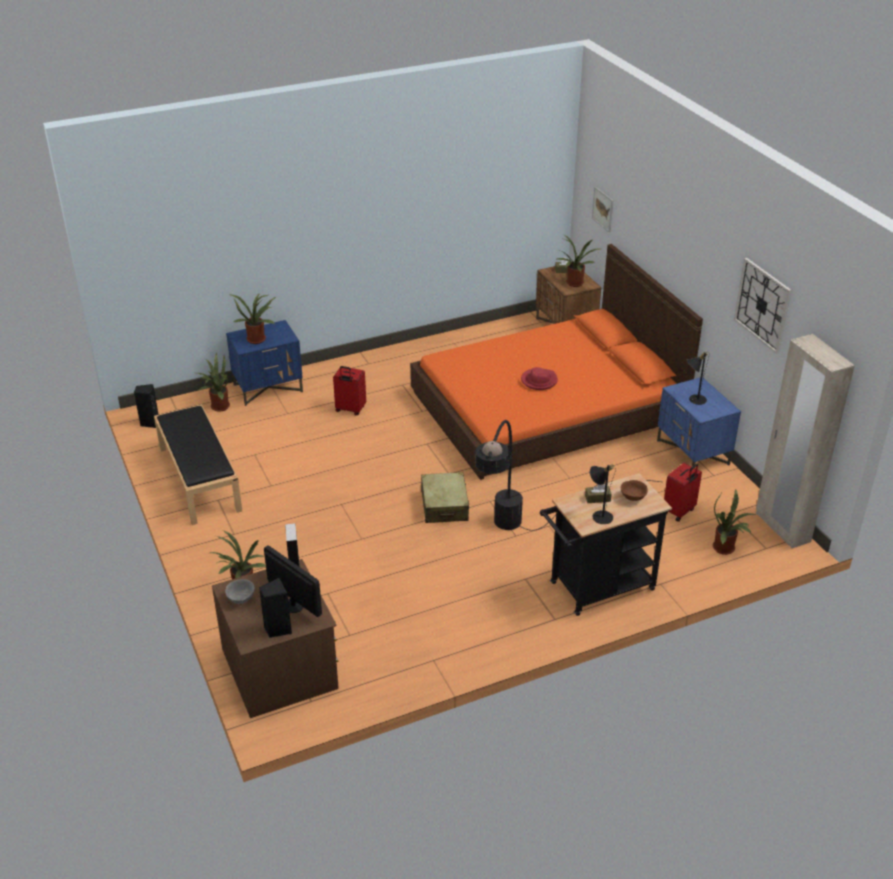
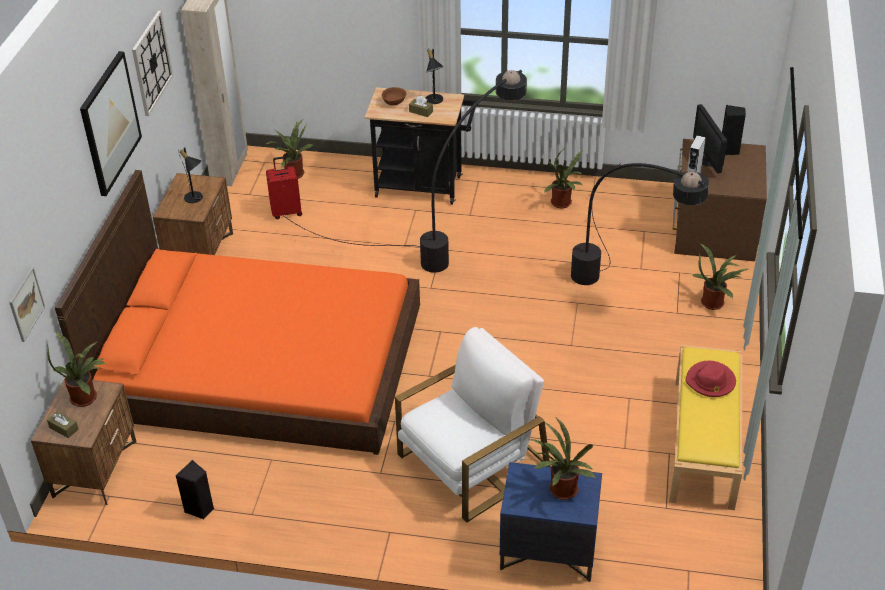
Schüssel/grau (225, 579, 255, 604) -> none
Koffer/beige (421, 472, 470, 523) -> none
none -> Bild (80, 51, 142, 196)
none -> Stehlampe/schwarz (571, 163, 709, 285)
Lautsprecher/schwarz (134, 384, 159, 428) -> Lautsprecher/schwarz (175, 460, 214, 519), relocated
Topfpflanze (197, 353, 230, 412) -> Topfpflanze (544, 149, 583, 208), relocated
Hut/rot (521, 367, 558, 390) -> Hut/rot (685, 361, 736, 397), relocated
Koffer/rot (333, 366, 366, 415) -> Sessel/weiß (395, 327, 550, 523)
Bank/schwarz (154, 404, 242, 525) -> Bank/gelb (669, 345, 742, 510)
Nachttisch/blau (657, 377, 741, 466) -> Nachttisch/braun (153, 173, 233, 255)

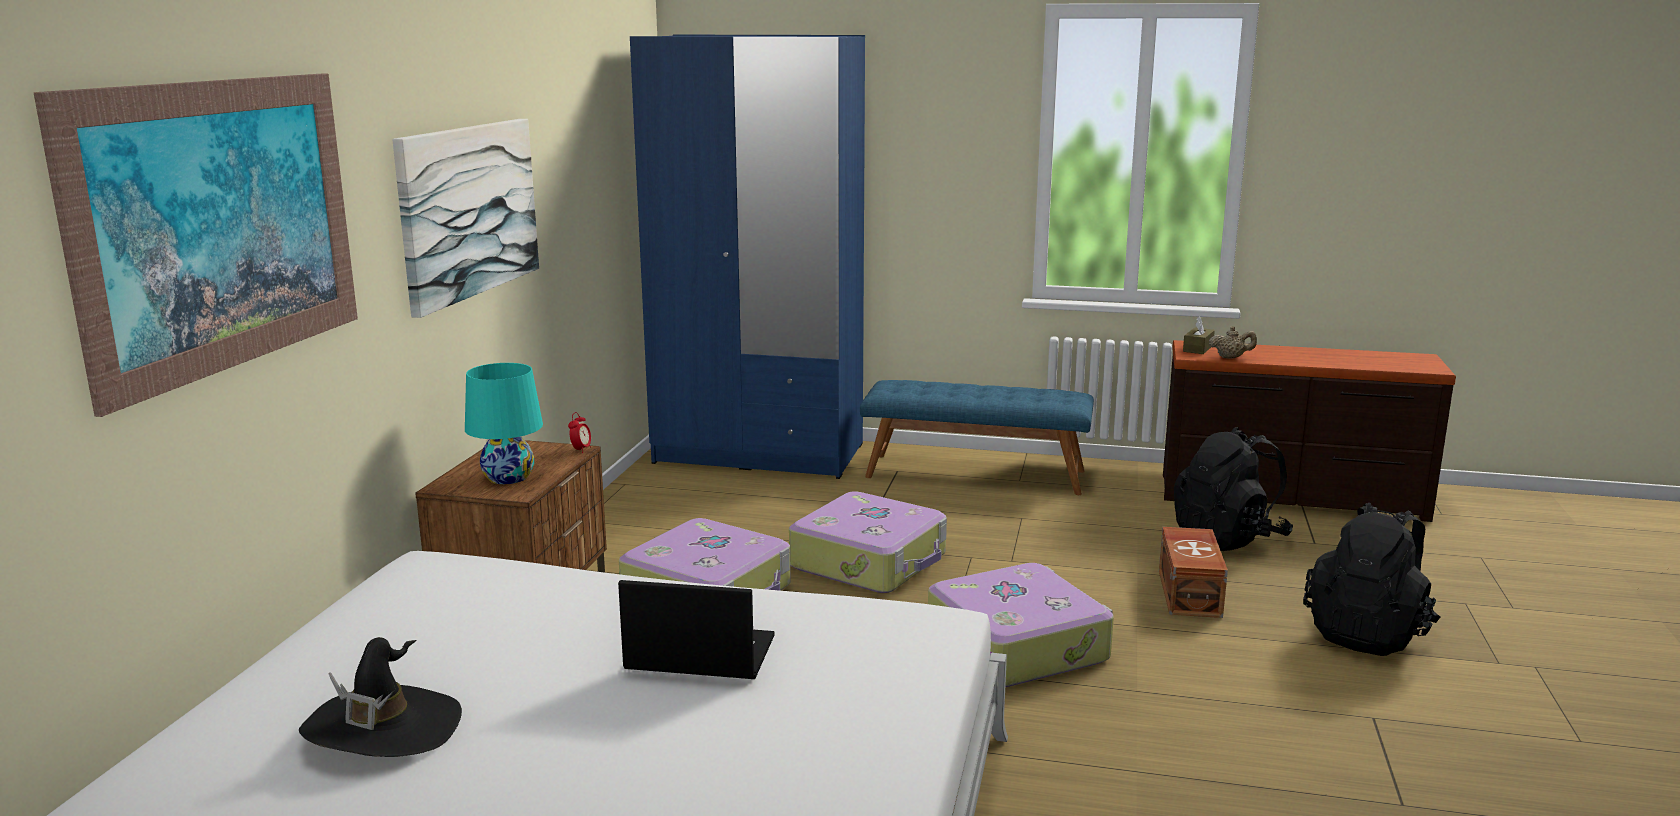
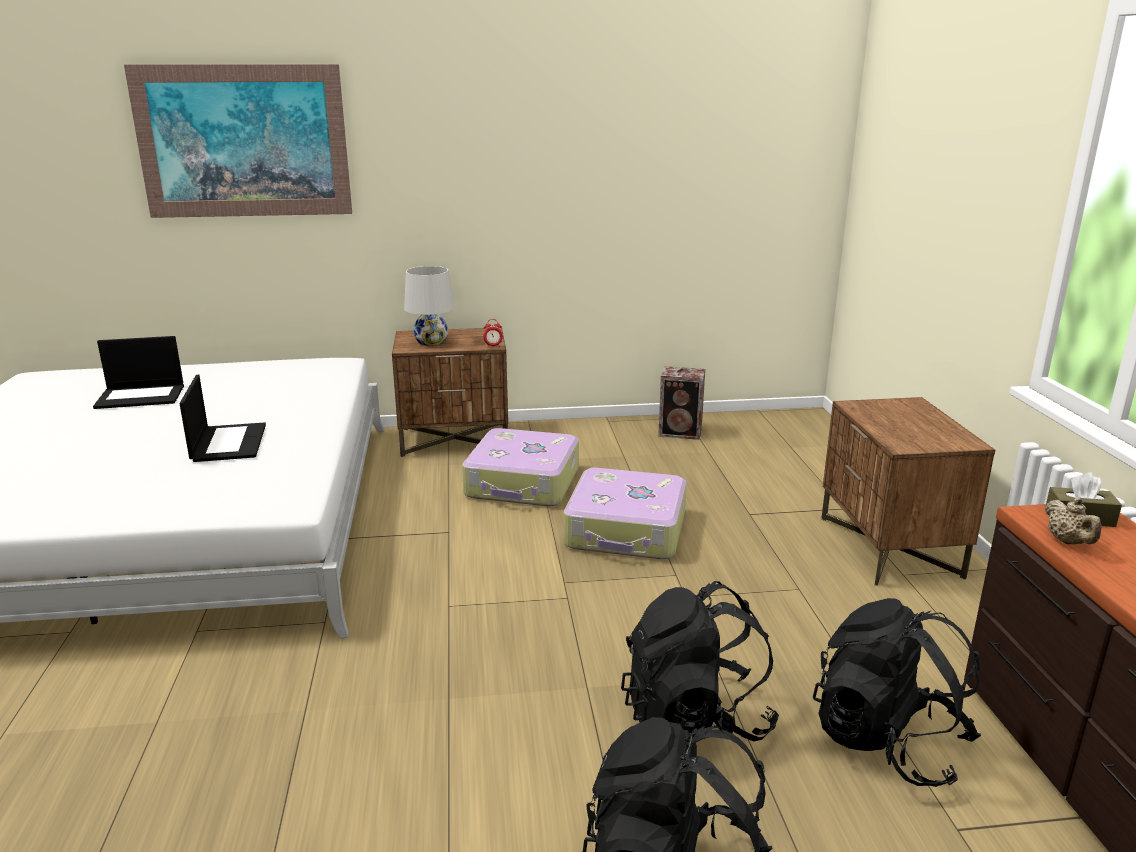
Bild (392, 119, 539, 318) -> none
Kleiderschrank/blau (630, 35, 865, 479) -> none
Koffer (928, 563, 1114, 687) -> none
none -> Lautsprecher (658, 366, 705, 440)
Hut/schwarz (299, 637, 462, 757) -> Laptop (93, 336, 184, 409)
Bank/blau (860, 380, 1094, 495) -> Nachttisch/braun (821, 397, 995, 586)
Aufbewahrungsbox/braun (1159, 527, 1228, 618) -> Rucksack/schwarz (621, 581, 779, 741)
Tischlampe/türkis (465, 363, 543, 484) -> Tischlampe/weiß (404, 266, 454, 346)

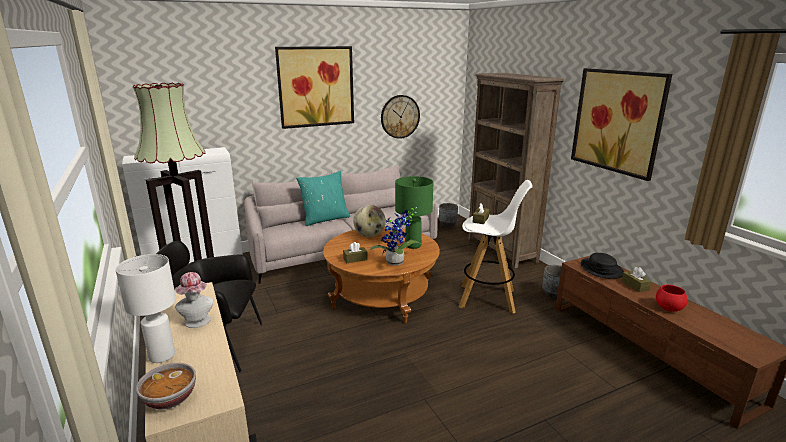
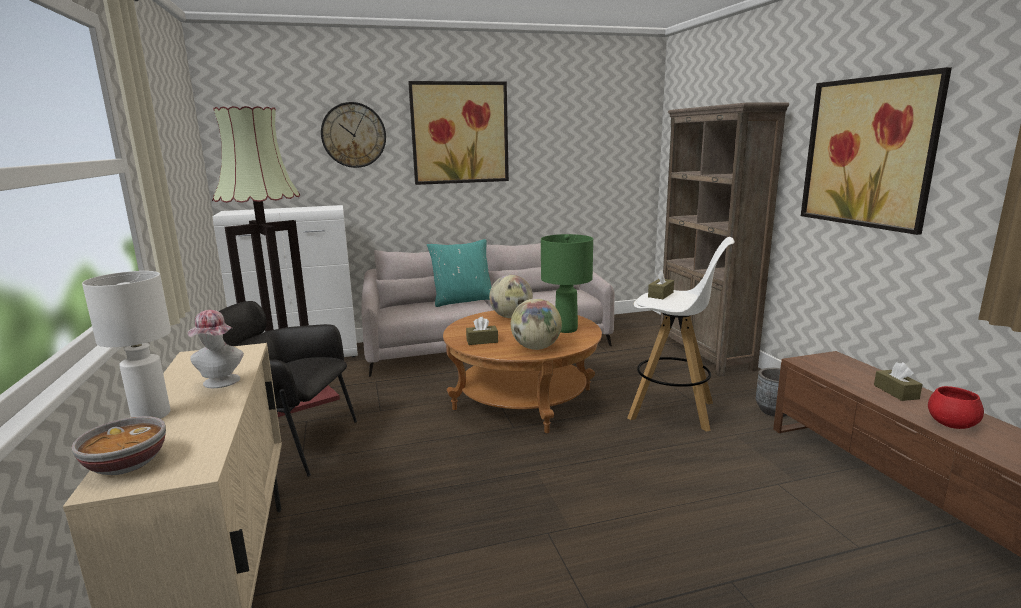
Pflanzkübel/grau (439, 203, 458, 227) -> none
Hut/schwarz (581, 253, 624, 279) -> none
Wanduhr (381, 95, 420, 139) -> Wanduhr (321, 102, 386, 168), relocated
Topfpflanze (370, 207, 420, 266) -> Globus (511, 299, 562, 350)

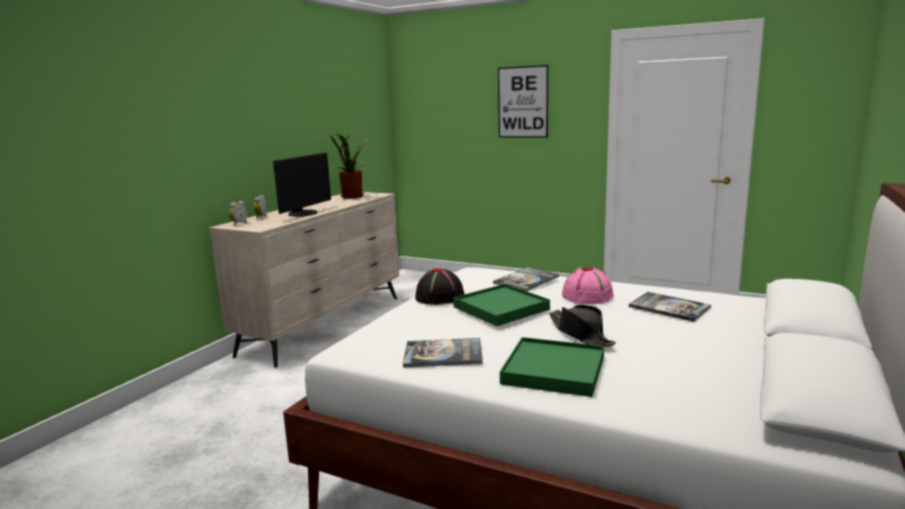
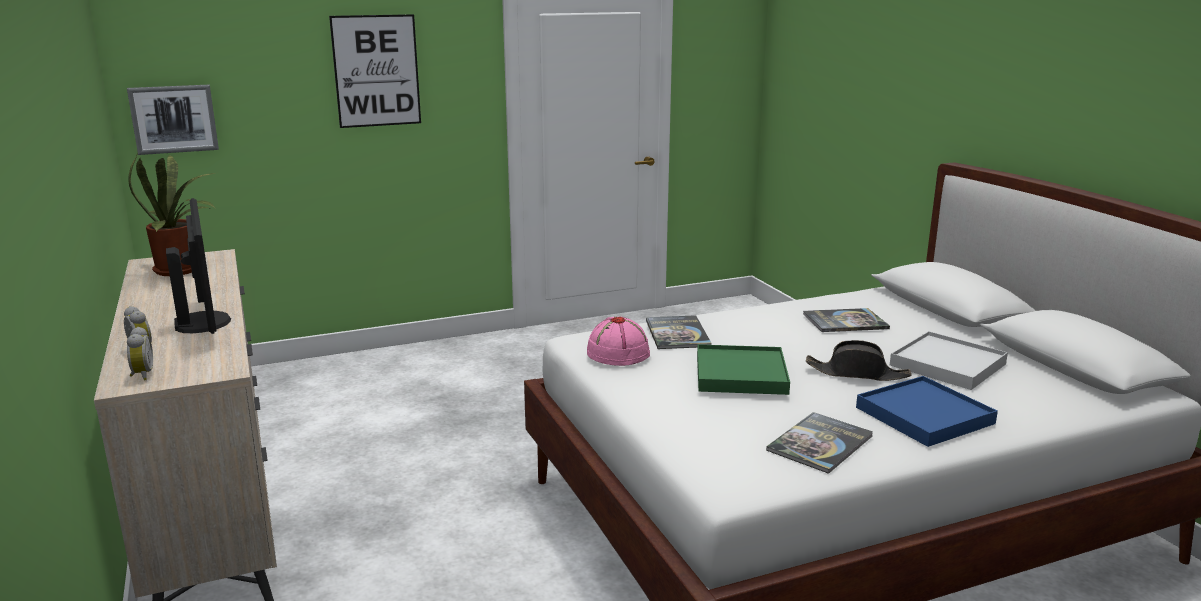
Hut/schwarz (415, 268, 464, 305) -> none
none -> Bild (127, 85, 219, 155)
none -> Tablett/weiß (890, 331, 1008, 390)
Hut/rosa (562, 267, 614, 304) -> Hut/rosa (587, 317, 650, 366), relocated
Tablett/grün (500, 337, 604, 397) -> Tablett/blau (856, 376, 998, 447)

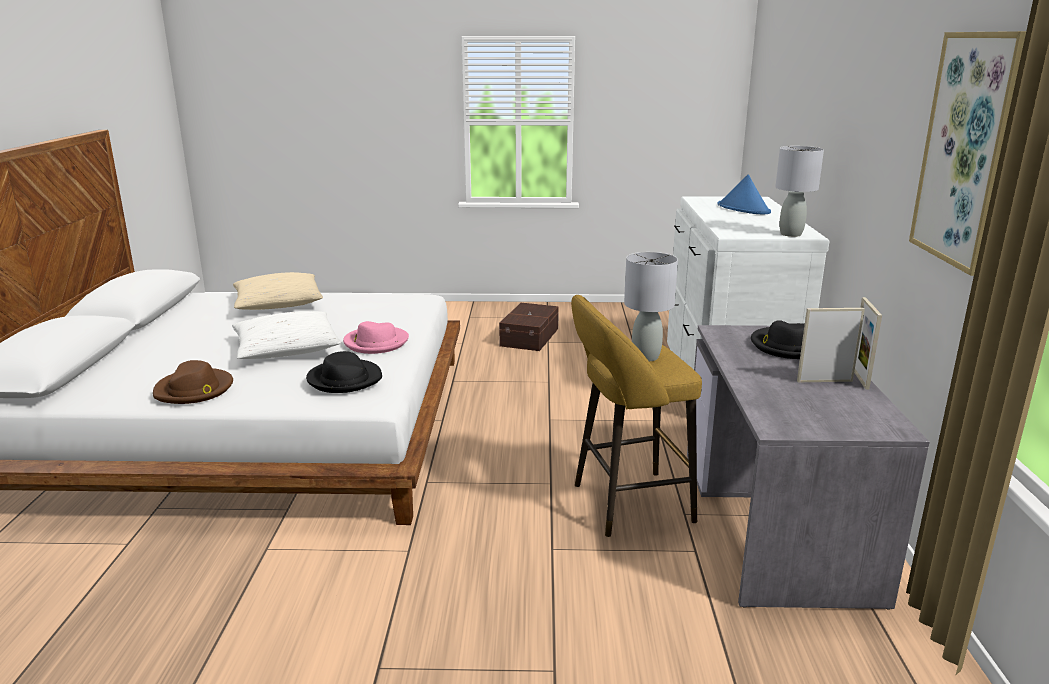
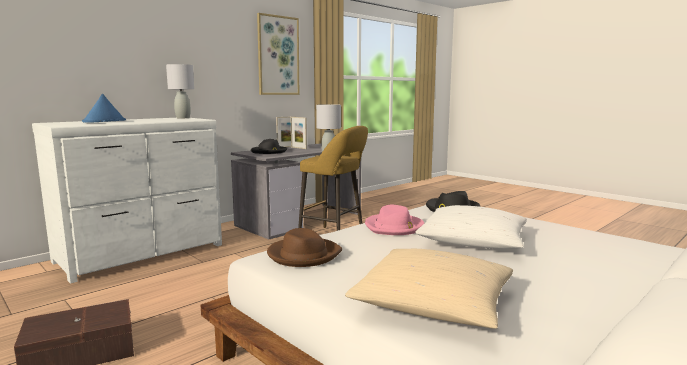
Hut/braun (153, 360, 233, 404) -> Hut/braun (267, 228, 342, 267), relocated

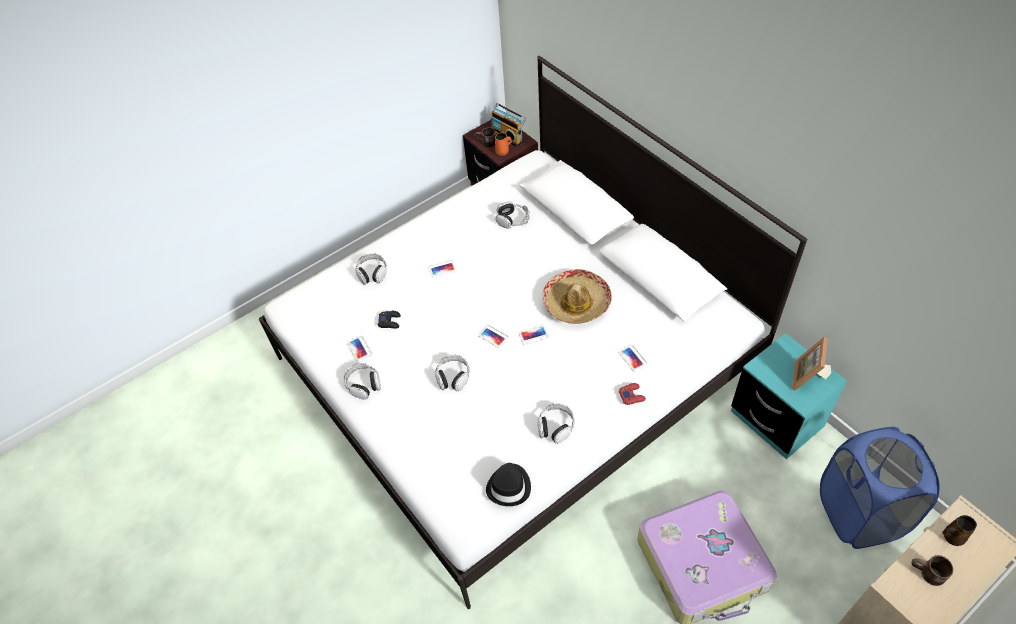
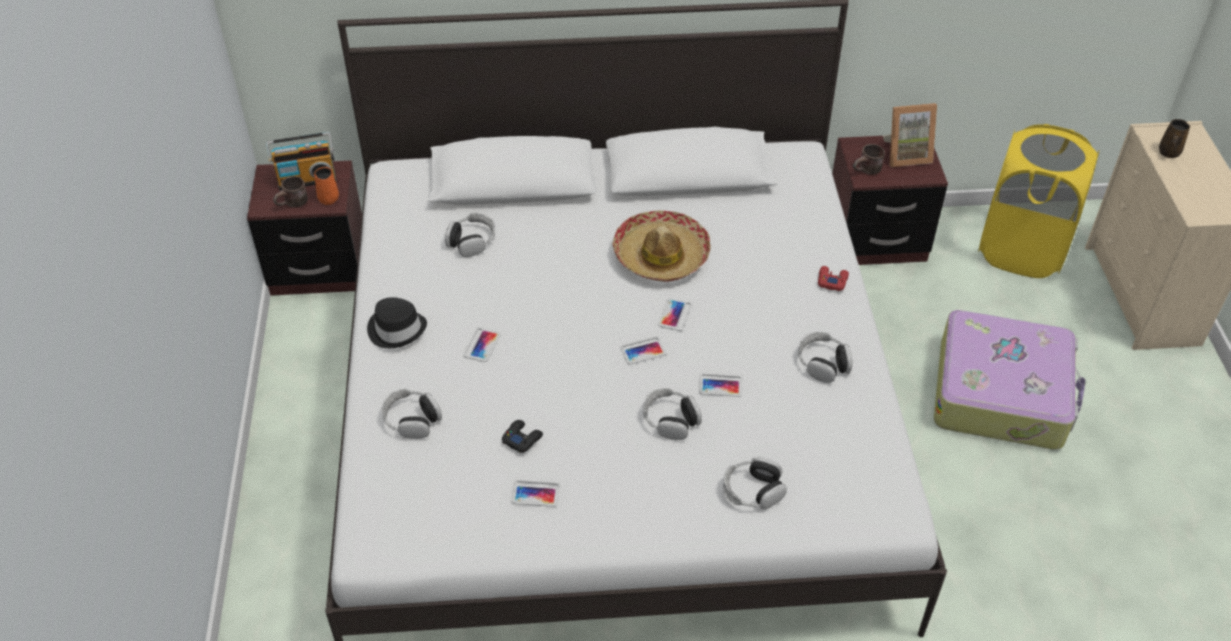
Kopfhörer (344, 363, 381, 400) -> Kopfhörer (723, 457, 787, 509), relocated
Hut/schwarz (486, 463, 531, 506) -> Hut/schwarz (367, 297, 427, 348), relocated
Handy (618, 344, 648, 371) -> Handy (699, 373, 742, 397), relocated
Henkelbecher/braun (911, 555, 953, 586) -> Henkelbecher/braun (853, 144, 885, 175), relocated
Nachttisch/türkis (731, 333, 847, 460) -> Nachttisch/braun (832, 136, 948, 265)
Wäschekorb/blau (820, 427, 940, 549) -> Wäschekorb/gelb (978, 124, 1099, 278)
Bilderrahmen (792, 337, 831, 391) -> Bilderrahmen (883, 103, 937, 167), 60 degrees counterclockwise

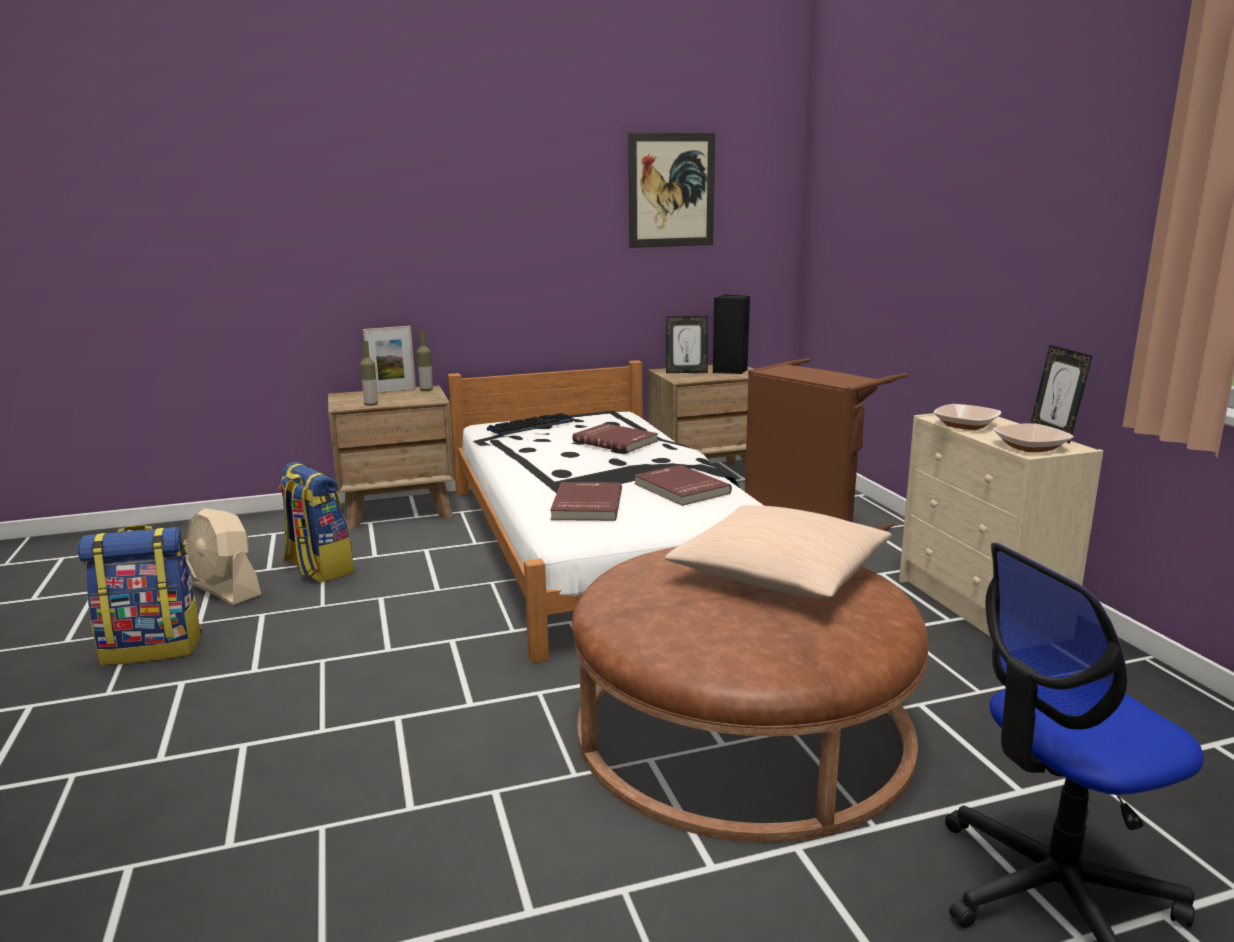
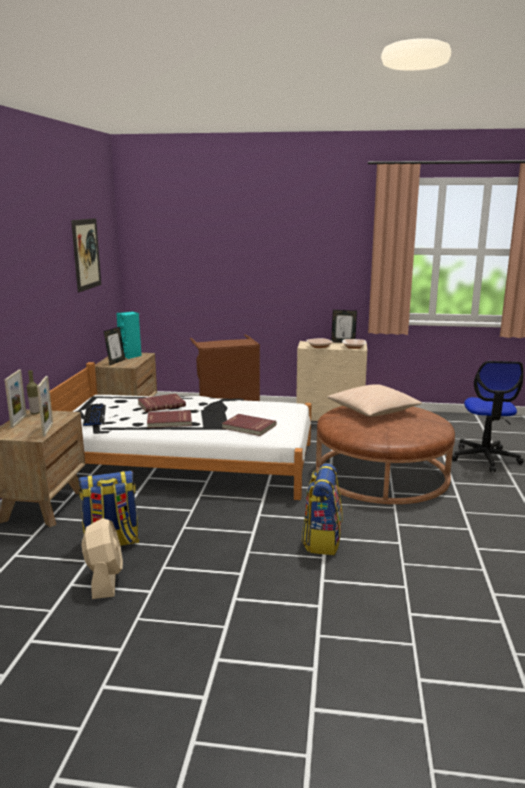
Rucksack (77, 525, 202, 665) -> Rucksack (302, 463, 343, 555), relocated
Buch/rot (634, 465, 732, 506) -> Buch/rot (147, 410, 192, 428), relocated
Flasche (360, 341, 378, 406) -> Bilderrahmen (37, 376, 53, 437)
Lautsprecher/schwarz (713, 294, 750, 374) -> Lautsprecher/türkis (116, 311, 142, 359)
Ventilator/beige (184, 508, 261, 605) -> Ventilator/beige (82, 518, 123, 599), 75 degrees counterclockwise

